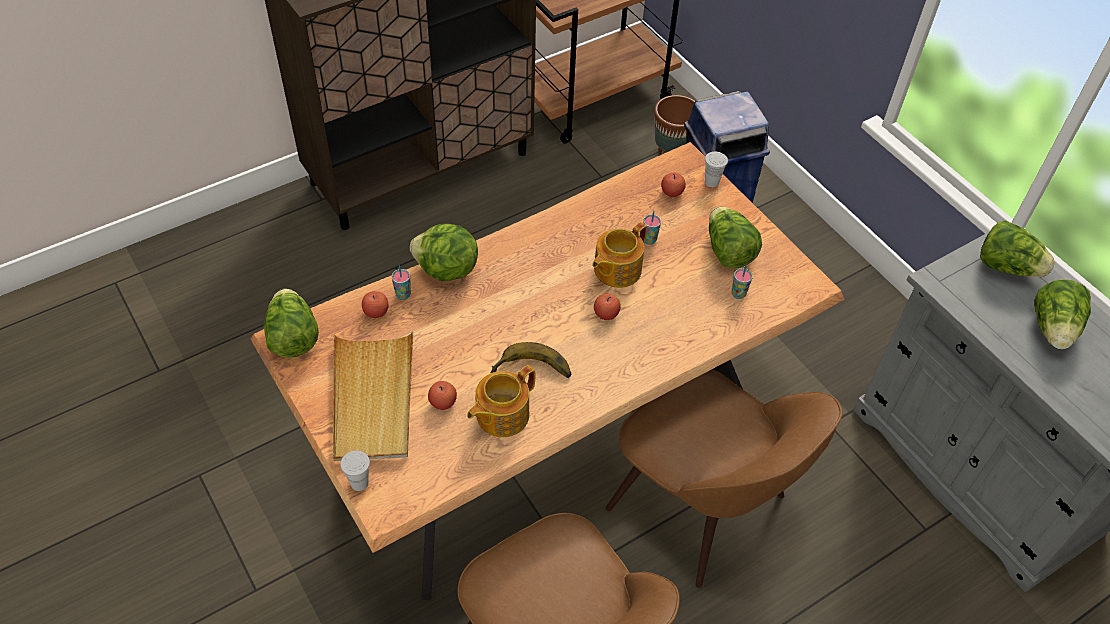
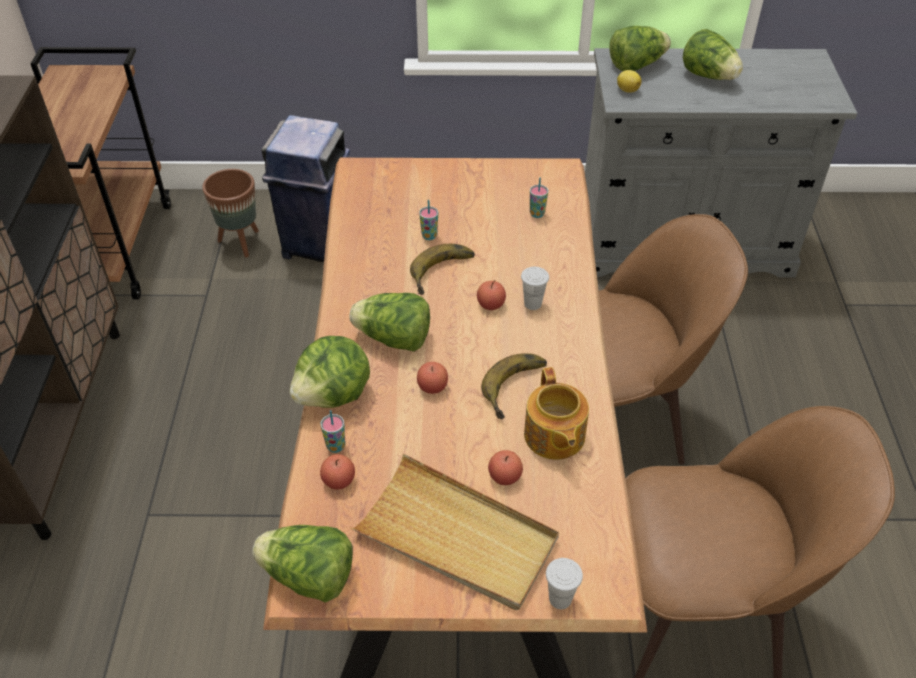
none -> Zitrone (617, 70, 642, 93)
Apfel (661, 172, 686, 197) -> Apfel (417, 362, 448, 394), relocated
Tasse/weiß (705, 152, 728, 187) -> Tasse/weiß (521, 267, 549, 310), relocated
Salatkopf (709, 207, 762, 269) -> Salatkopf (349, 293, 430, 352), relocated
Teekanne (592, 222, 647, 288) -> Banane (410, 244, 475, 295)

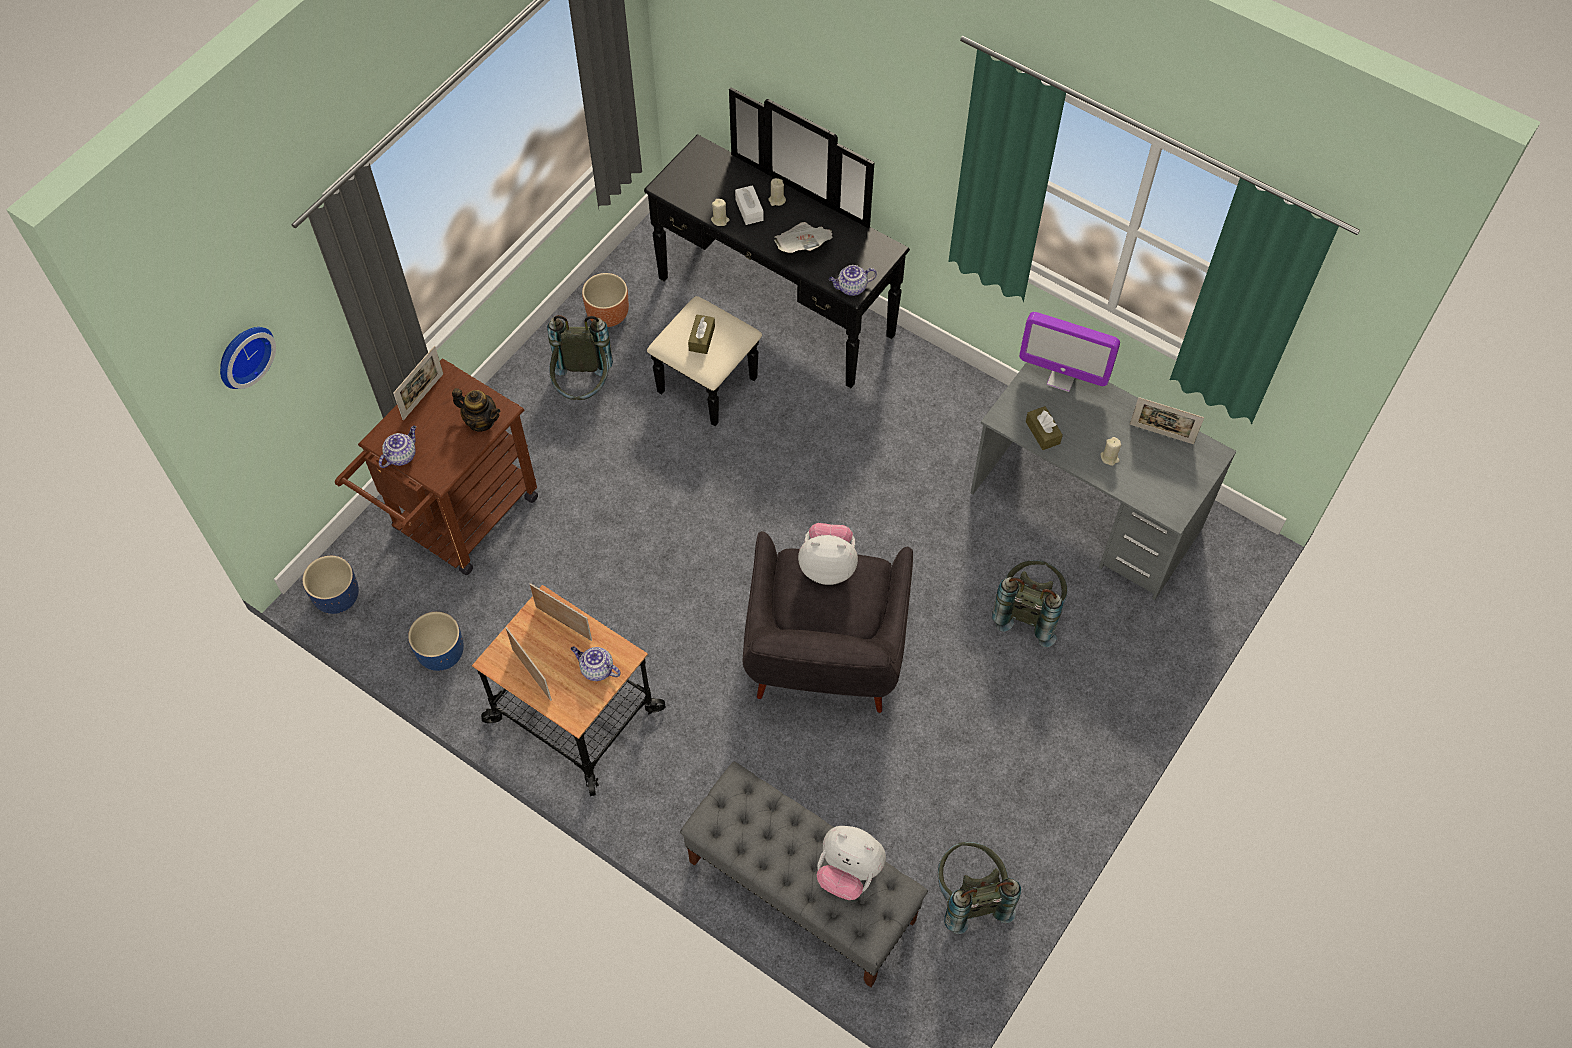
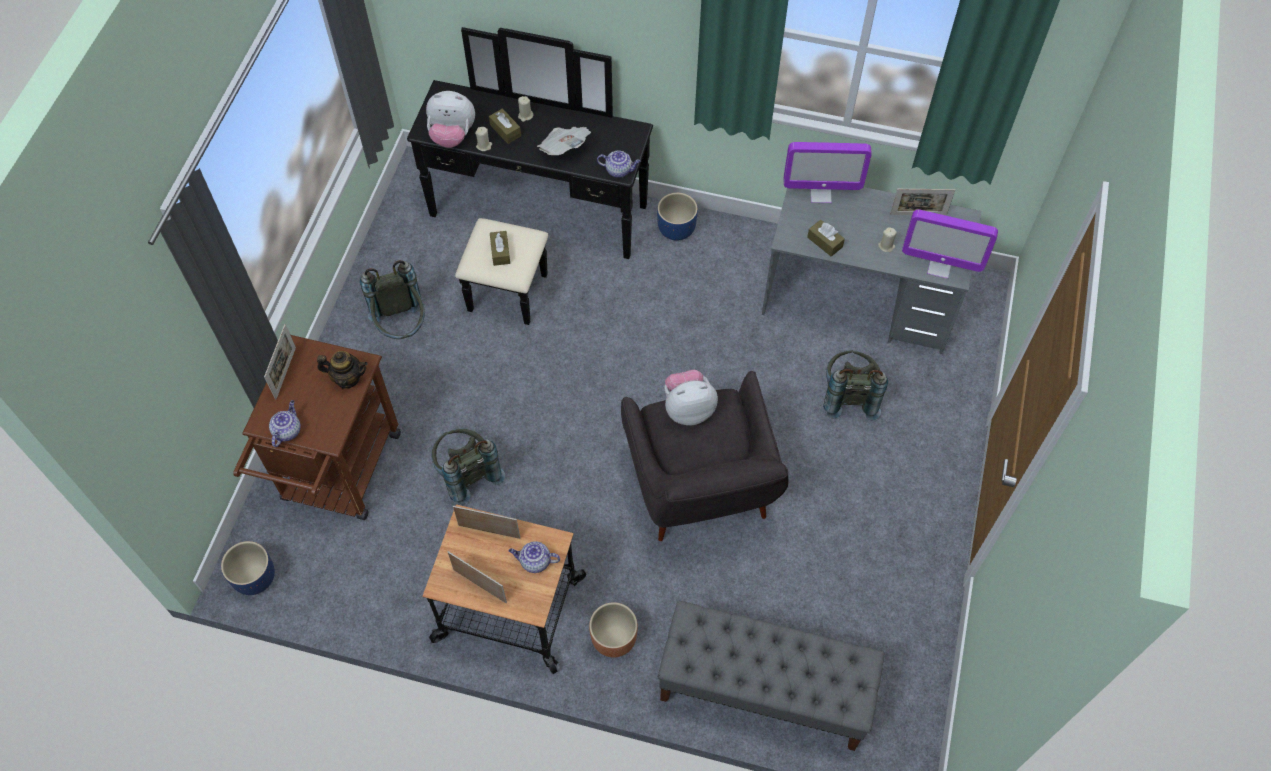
Wanduhr (220, 327, 276, 389) -> none
none -> Monitor (902, 210, 998, 279)
Pflanzkübel/blau (408, 612, 464, 671) -> Pflanzkübel/blau (657, 193, 698, 240), relocated
Pflanzkübel/braun (582, 273, 629, 327) -> Pflanzkübel/braun (589, 602, 638, 657), relocated
Plüschtier (817, 826, 886, 900) -> Plüschtier (426, 91, 475, 148), relocated
Rucksack/grau (938, 842, 1021, 934) -> Rucksack/grau (431, 429, 505, 504), relocated
Taschentuchbox/weiß (735, 185, 764, 225) -> Taschentuchbox/braun (489, 109, 521, 144)
Teekanne (829, 265, 877, 296) -> Teekanne (597, 150, 640, 178), 135 degrees counterclockwise

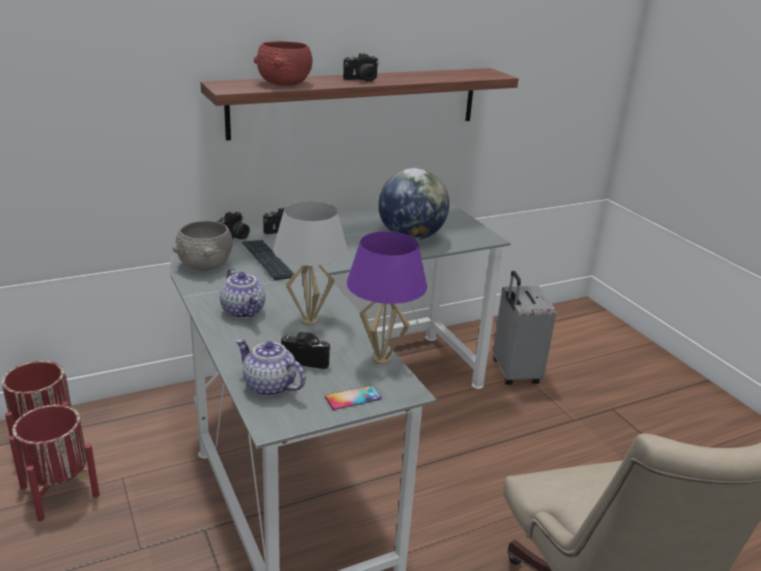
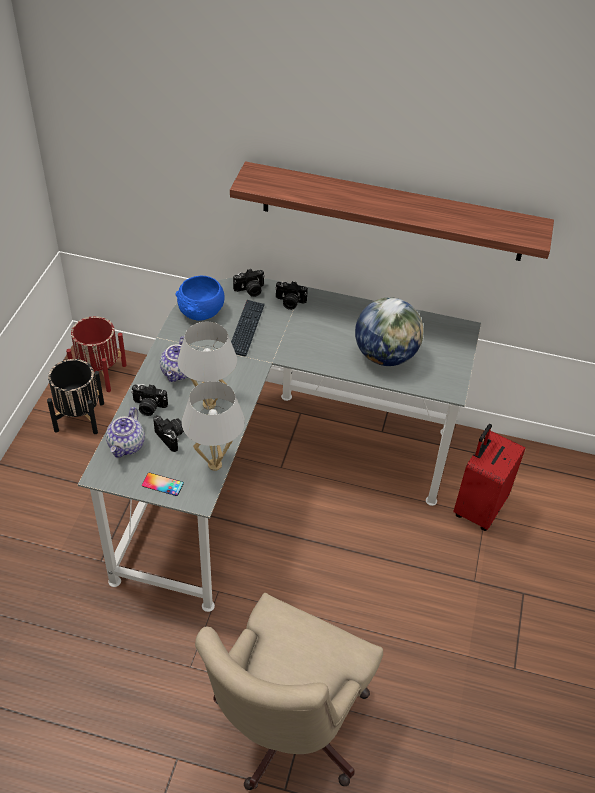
Schüssel/rot (254, 41, 313, 86) -> none
Kamera (343, 53, 379, 82) -> Kamera (131, 384, 168, 416), relocated
Pflanzkübel/rot (9, 405, 100, 521) -> Pflanzkübel/schwarz (47, 359, 104, 434)
Schüssel/grau (173, 221, 233, 271) -> Schüssel/blau (175, 276, 225, 321)
Tischlampe/lila (347, 231, 427, 365) -> Tischlampe/weiß (182, 381, 245, 471)
Koffer/grau (493, 271, 556, 385) -> Koffer/rot (453, 424, 526, 531)
Teekanne (236, 339, 306, 397) -> Teekanne (106, 407, 145, 458), 150 degrees counterclockwise

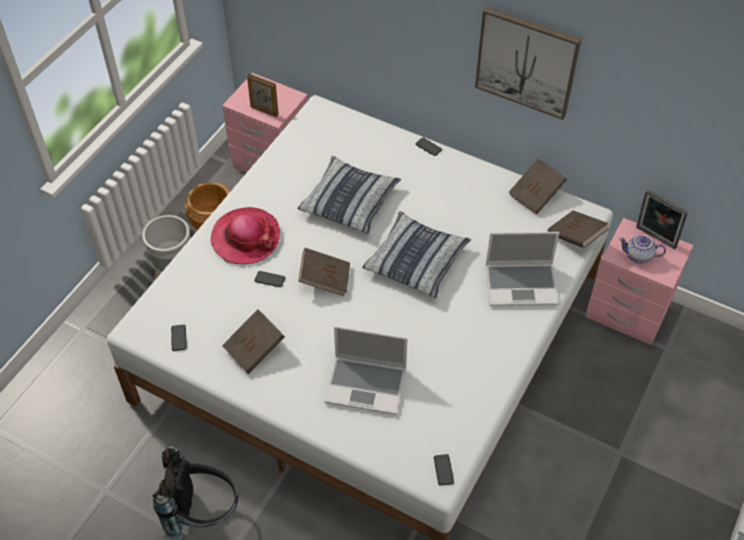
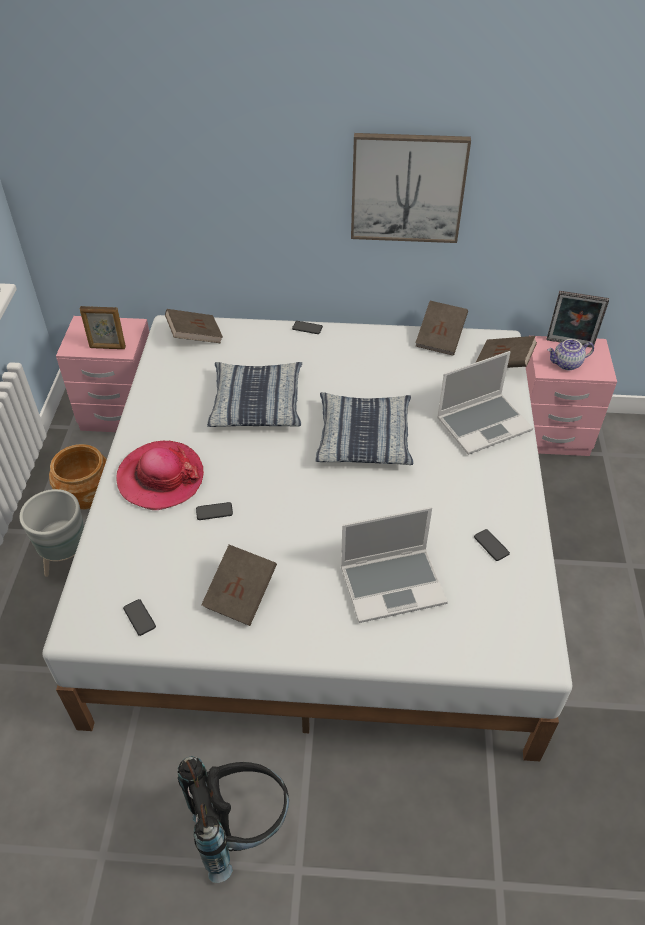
Buch/braun (298, 248, 350, 296) -> Buch/braun (165, 309, 223, 343), relocated
Handy (434, 454, 454, 486) -> Handy (474, 529, 510, 561), relocated

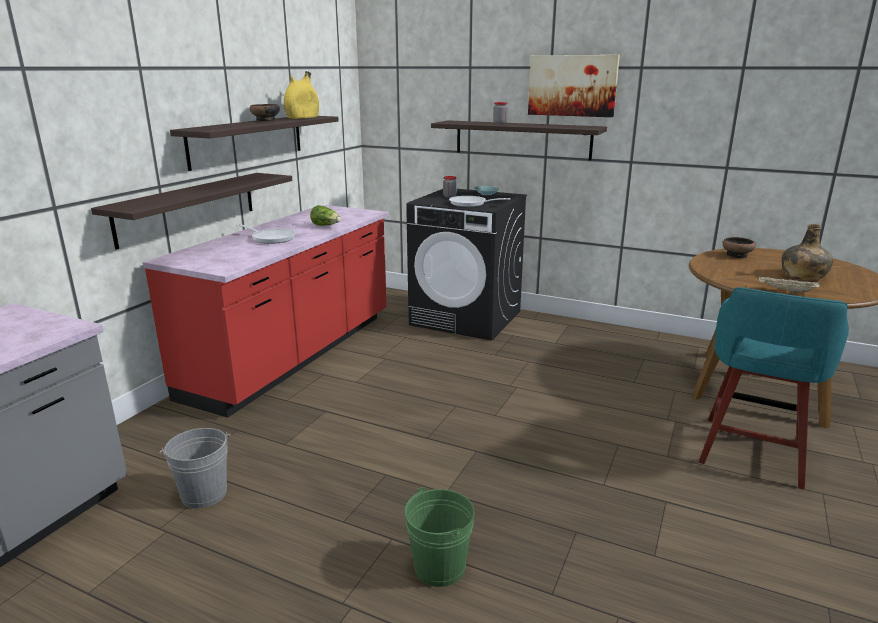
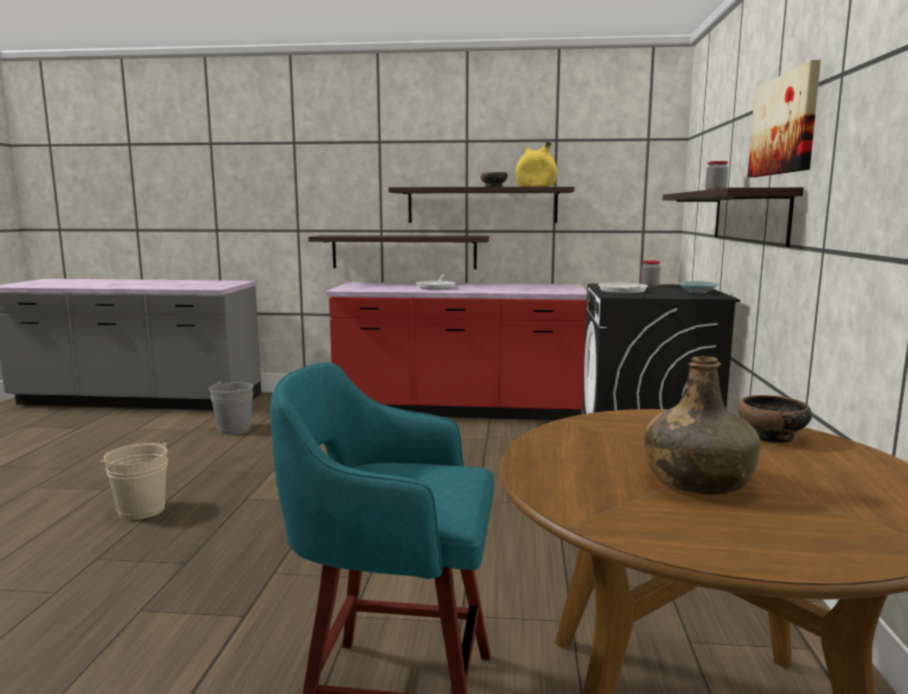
Salatkopf (310, 205, 341, 226) -> none
Tablett/beige (759, 276, 821, 293) -> none
Eimer/grün (404, 487, 474, 587) -> Eimer/beige (100, 442, 168, 520)

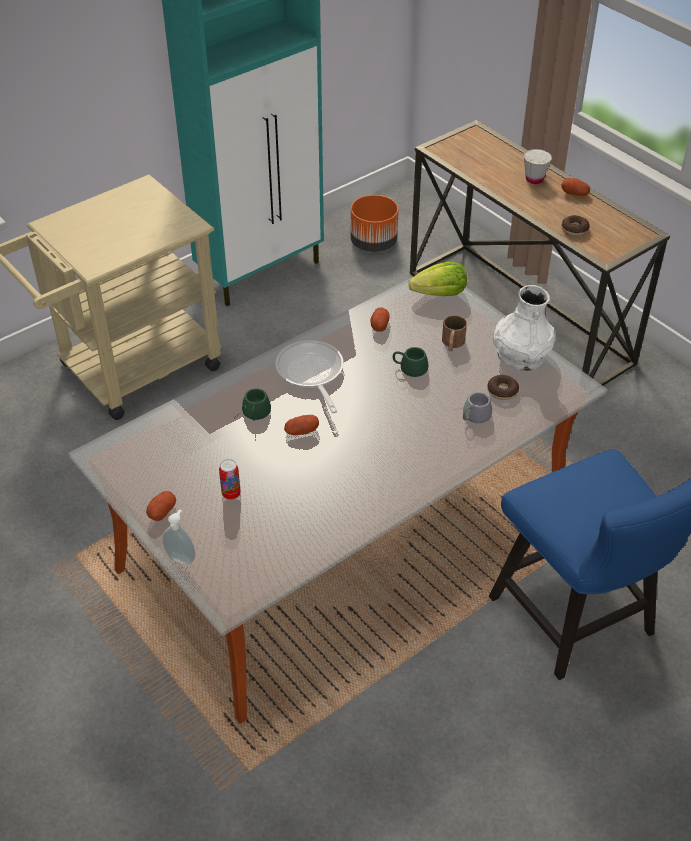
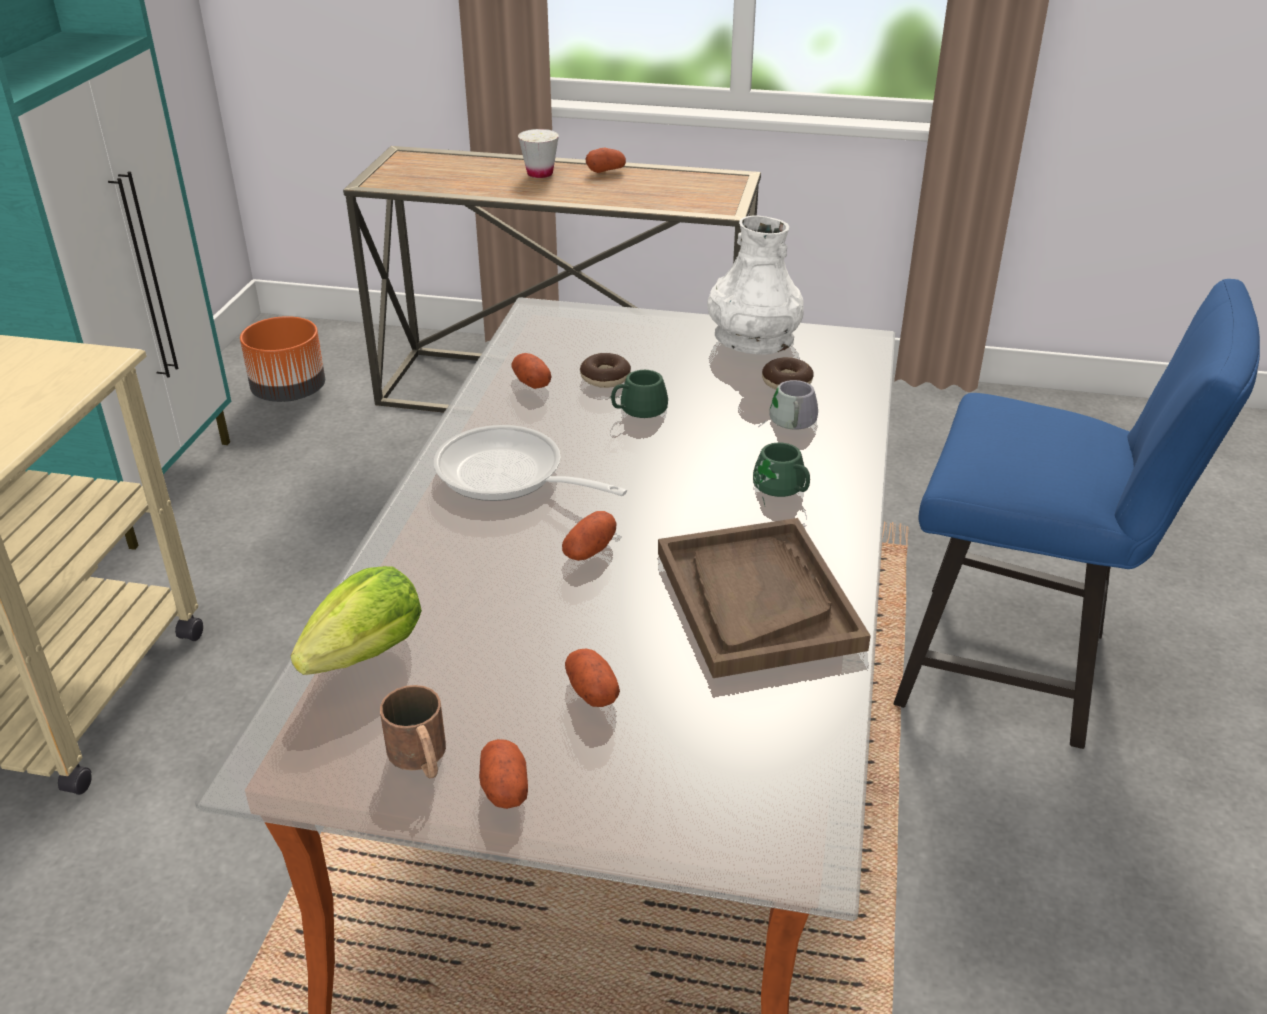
Seifenspender (163, 509, 195, 565) -> none
none -> Tablett/braun (658, 518, 871, 678)
Henkelbecher/grün (236, 389, 271, 421) -> Henkelbecher/grün (753, 443, 810, 506), relocated
Salatkopf (408, 262, 467, 296) -> Salatkopf (291, 566, 422, 675), relocated
Henkelbecher/braun (442, 315, 467, 351) -> Henkelbecher/braun (380, 685, 446, 778), relocated
Donut (562, 215, 590, 236) -> Donut (580, 353, 631, 388), relocated
Dose (219, 459, 241, 500) -> Kartoffel (565, 649, 620, 707)

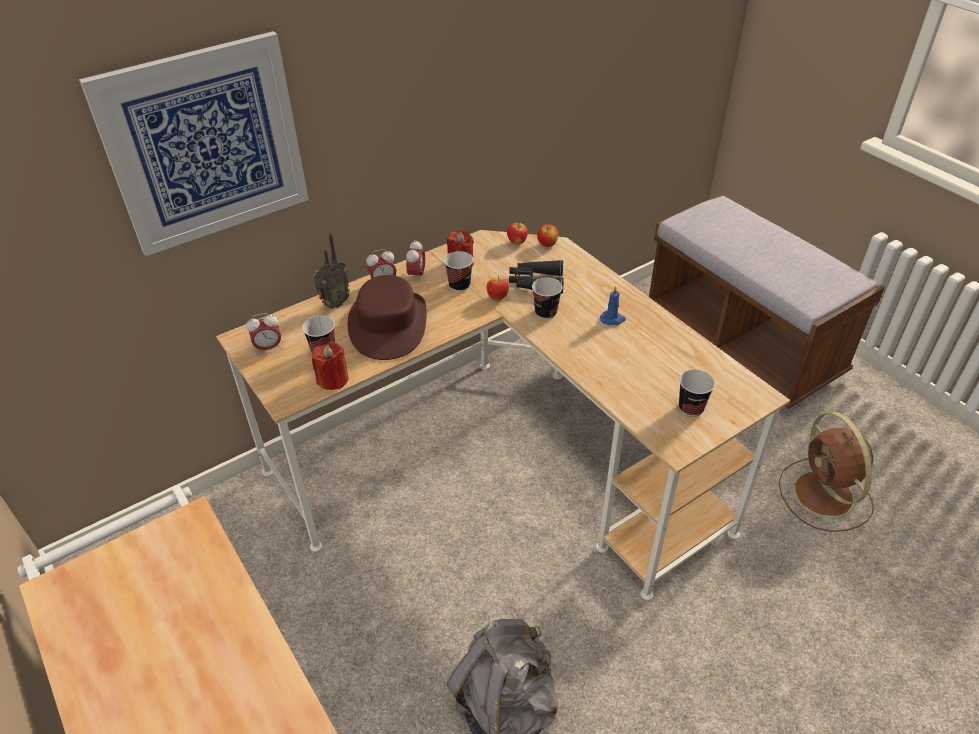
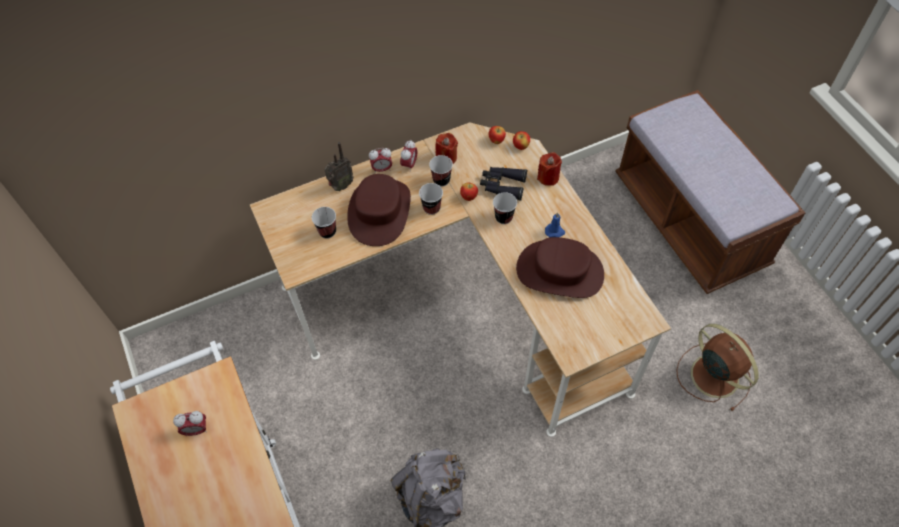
Bild (79, 31, 309, 256) -> none
none -> Hut/braun (516, 237, 604, 298)
Wecker (246, 313, 281, 354) -> Wecker (173, 411, 207, 436), relocated
Kerze/rot (312, 341, 348, 390) -> Kerze/rot (537, 152, 562, 186), relocated
Tasse (679, 369, 715, 417) -> Tasse (419, 183, 443, 215), relocated
Ventilator/braun (779, 412, 874, 532) -> Ventilator/braun (676, 324, 759, 411), 150 degrees clockwise

